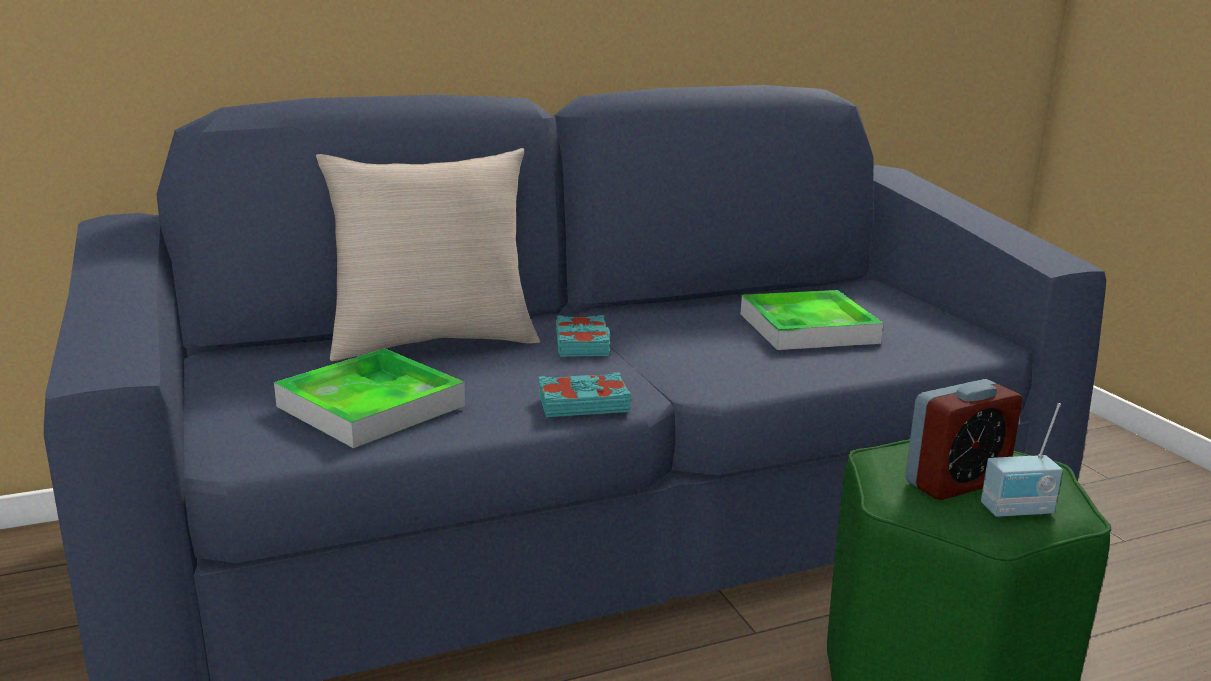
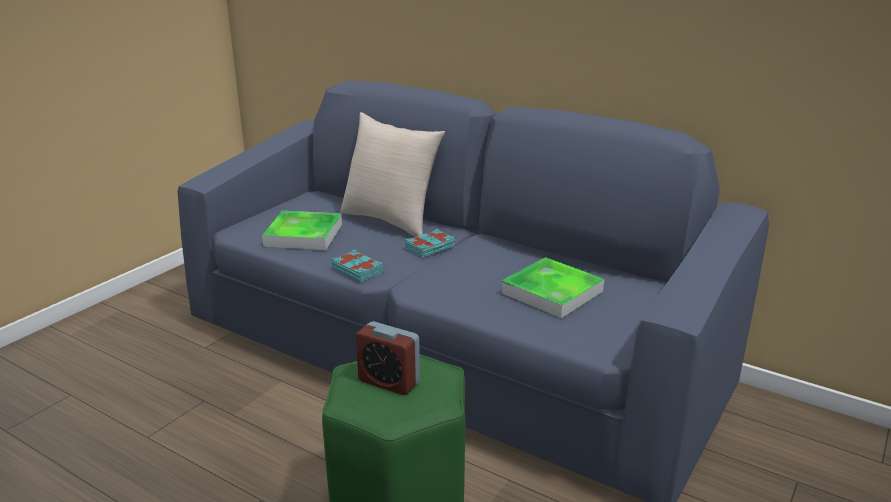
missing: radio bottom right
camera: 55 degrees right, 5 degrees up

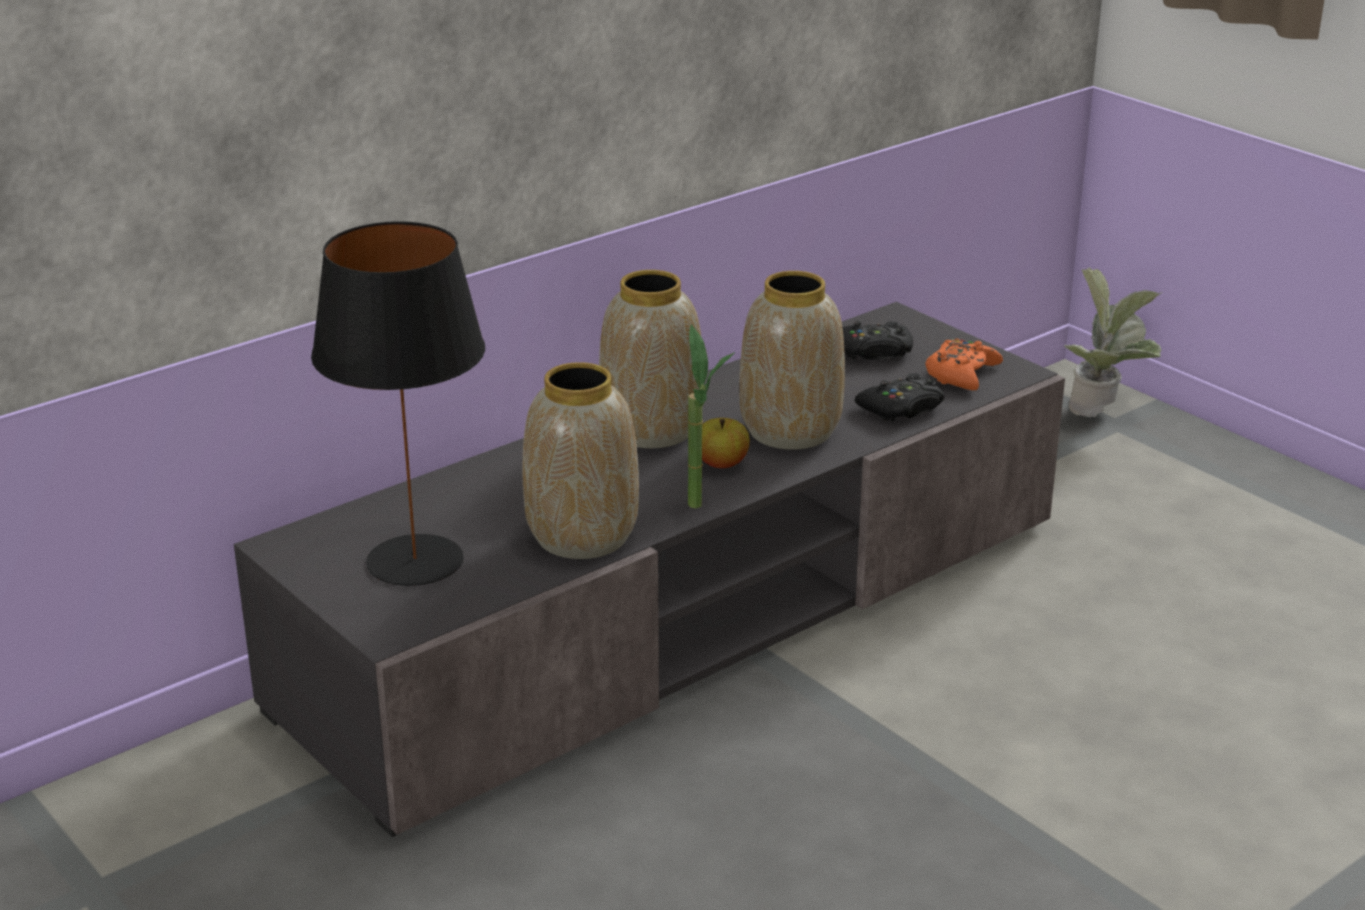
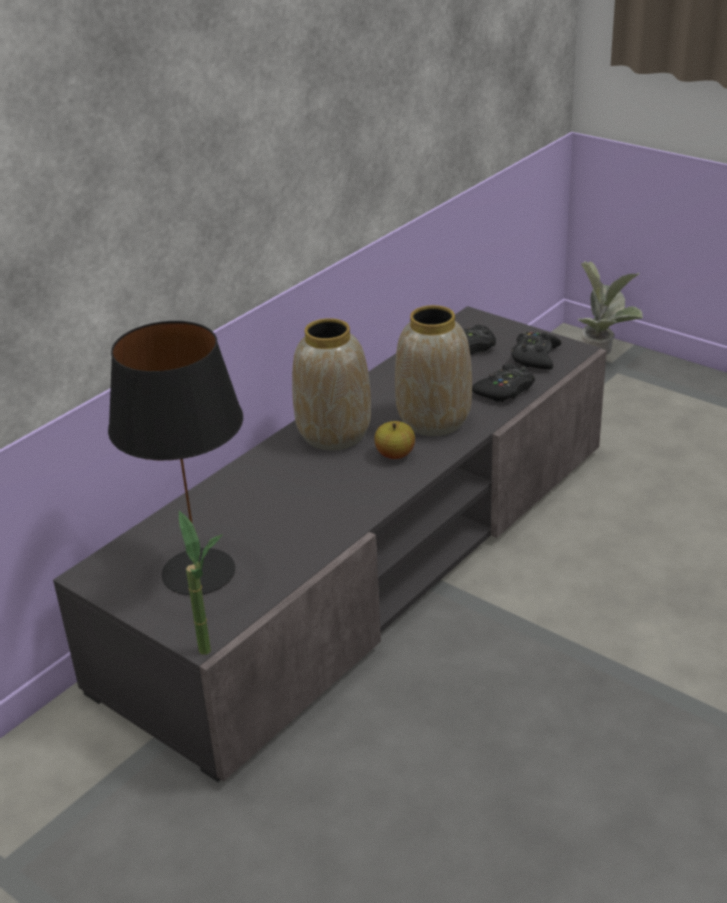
missing: vase (no. 1 from left) centre
relocated: potted plant (no. 1 from left) centre to middle left
colour: orange game controller middle right to black game controller (no. 3 from left) middle right
camera: 10 degrees left, 5 degrees up

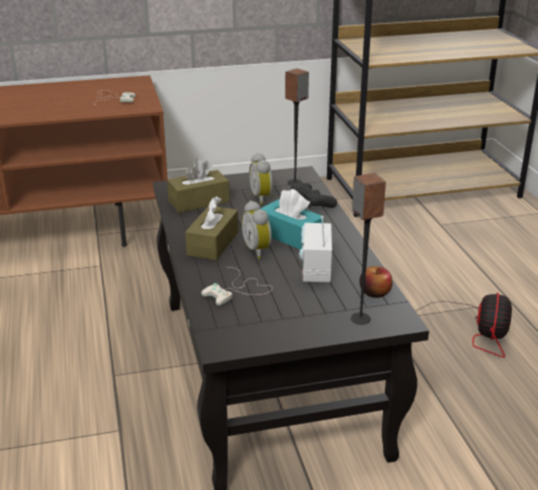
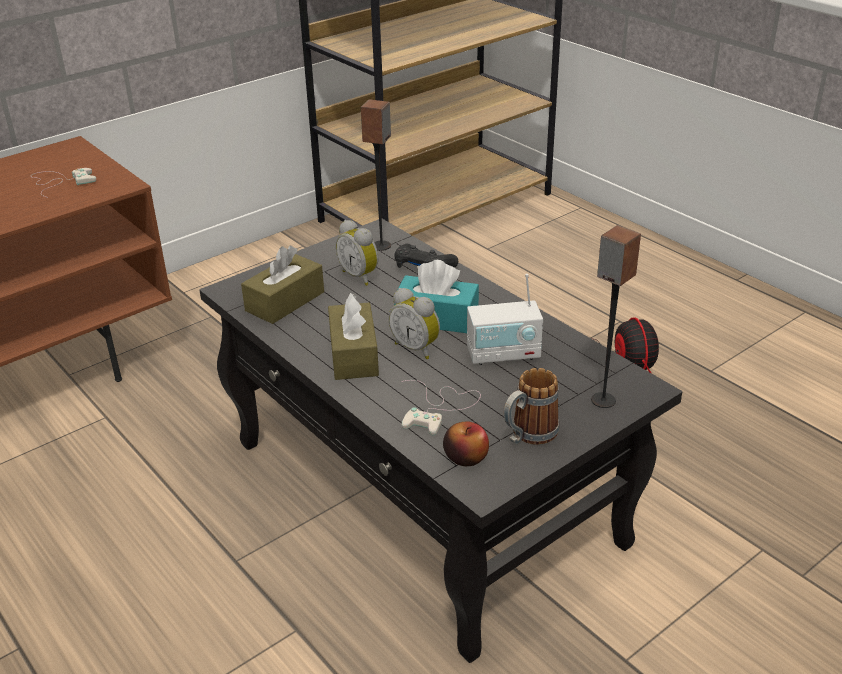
appeared: mug centre
relocated: apple middle right to centre
spun: radio centre = centre 75 degrees counterclockwise
camera: 25 degrees left, 5 degrees up

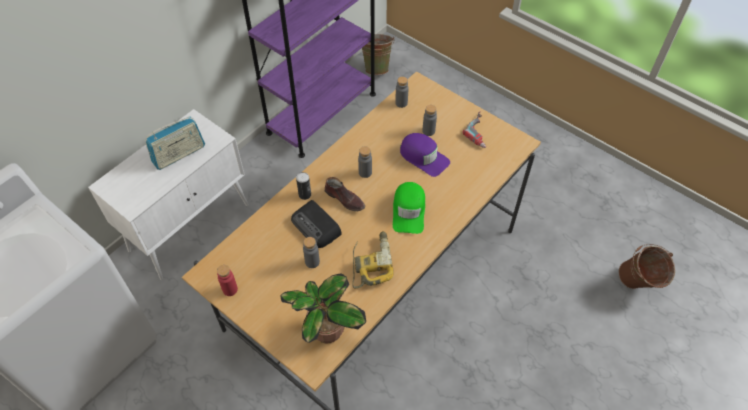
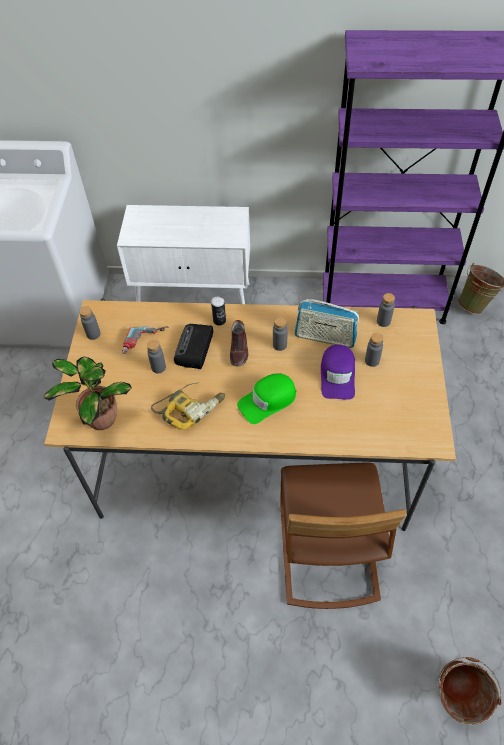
appeared: brown chair bottom right
relocated: radio (no. 1 from left in the first image) middle left to radio (no. 2 from left) centre; power drill (no. 2 from left in the first image) top centre to power drill (no. 1 from left) middle left
colour: red bottle bottom left to grey bottle (no. 1 from left) middle left
camera: 55 degrees right, 0 degrees up

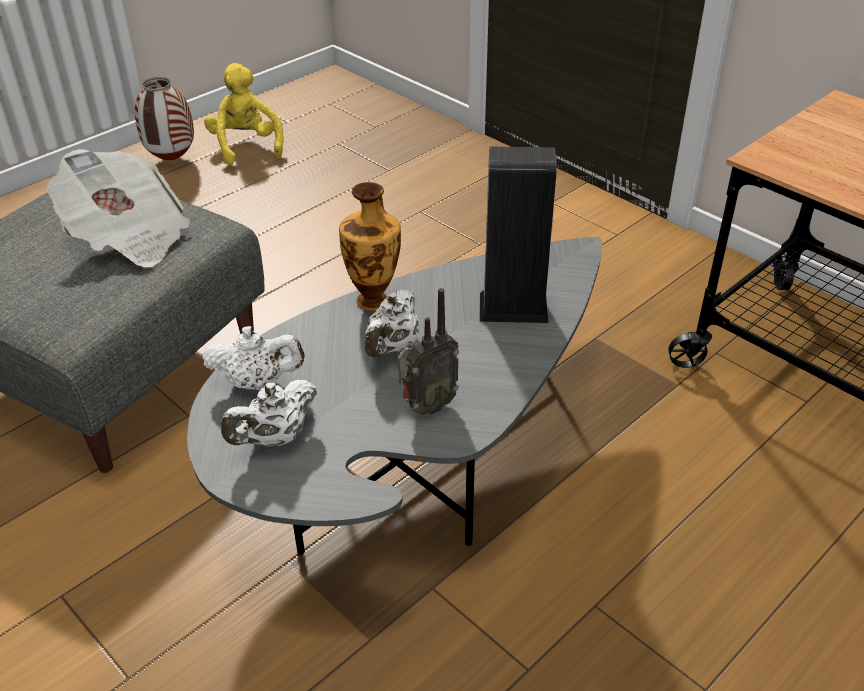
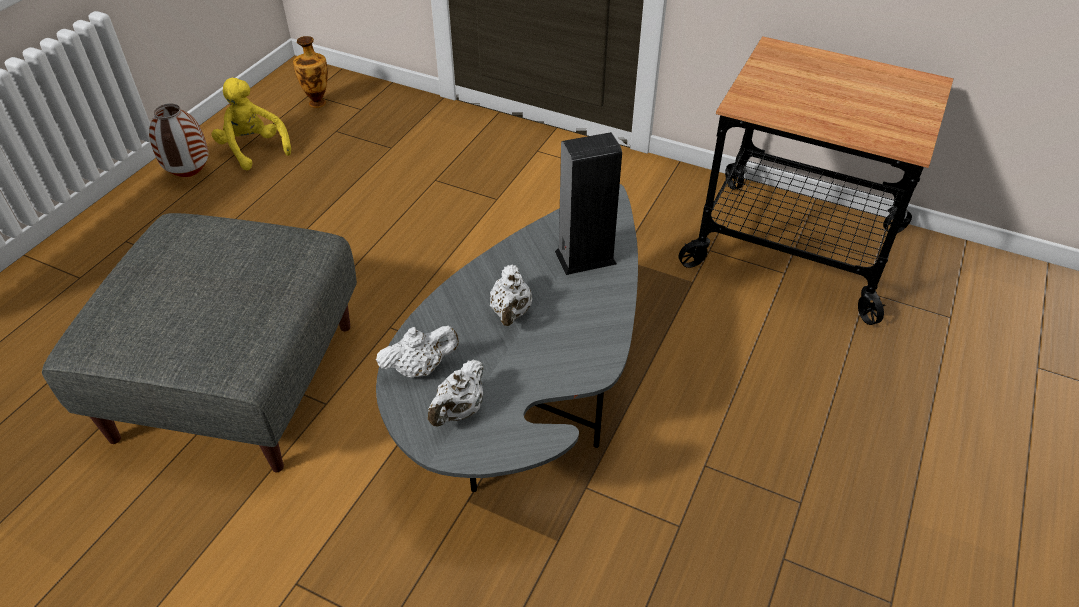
missing: newspaper top left; radio centre
relocated: vase (no. 2 from left) centre to top left
camera: 20 degrees left, 5 degrees up

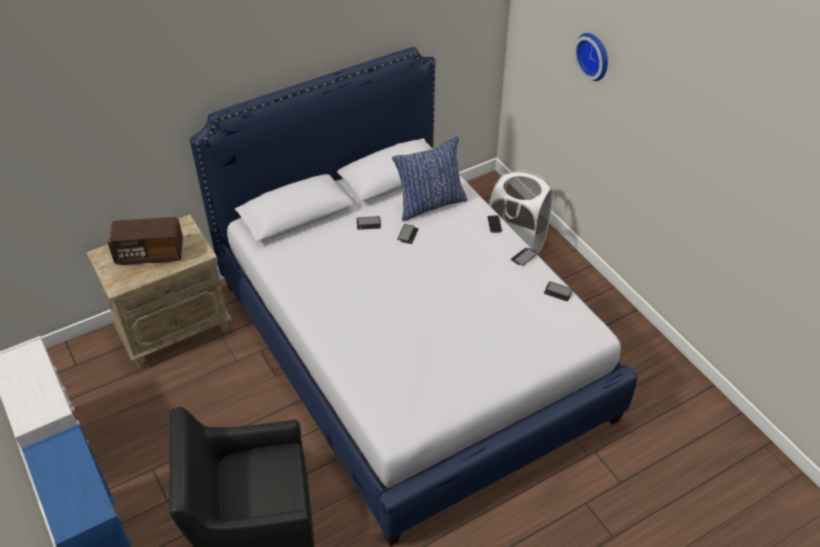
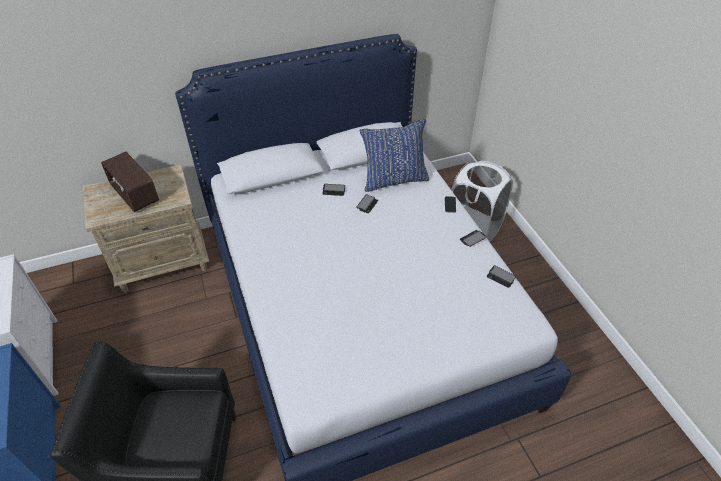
missing: wall clock top right
spun: radio middle left = middle left 45 degrees clockwise
camera: 10 degrees right, 0 degrees up

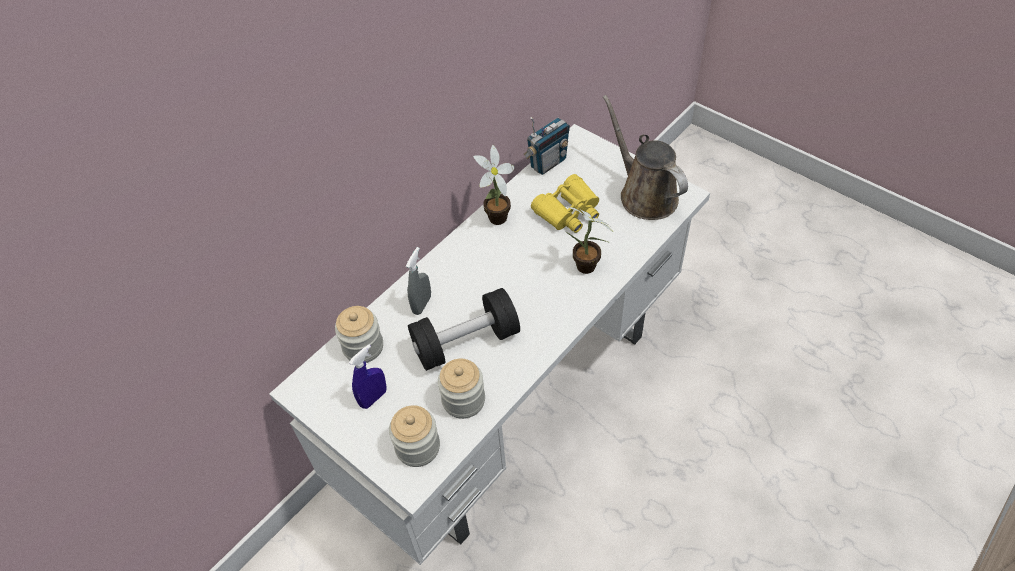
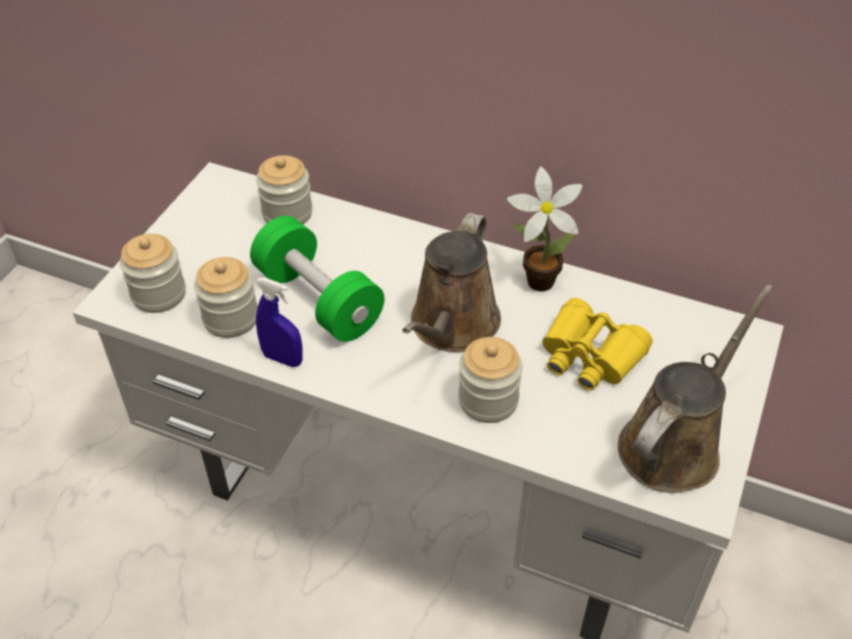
missing: grey spray bottle centre; radio top centre
appeared: brown watering can (no. 1 from left) centre
relocated: blue spray bottle centre to middle left
exchanged: potted plant (no. 2 from left) centre to jar (no. 4 from left) centre
colour: black dumbbell centre to green dumbbell centre
camera: 70 degrees right, 5 degrees down

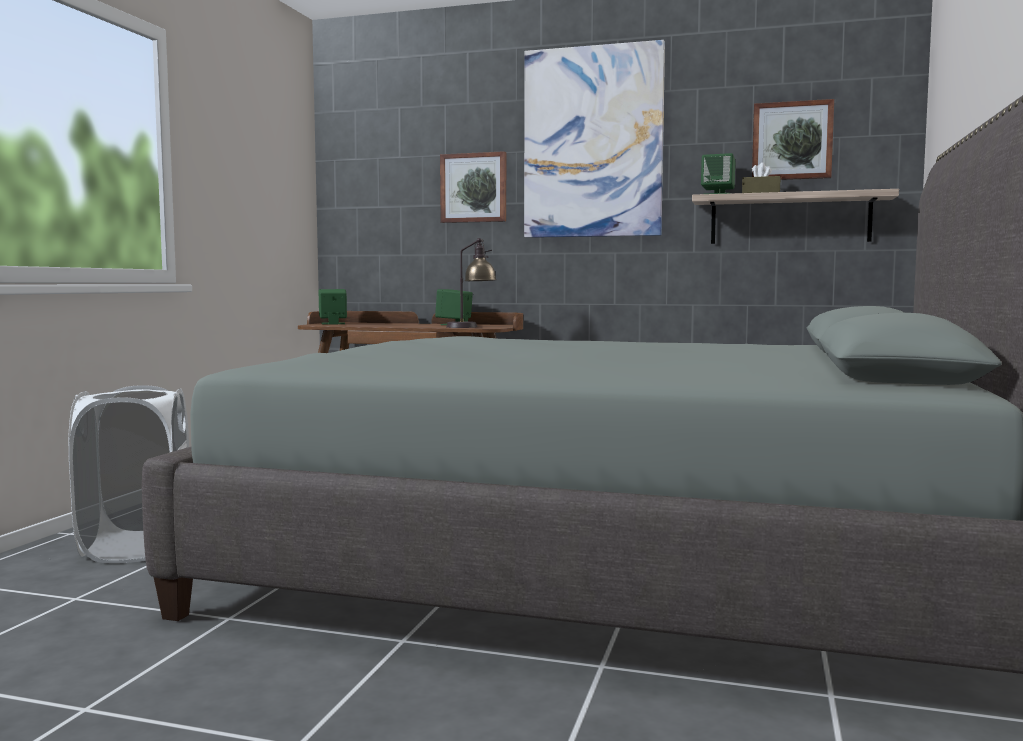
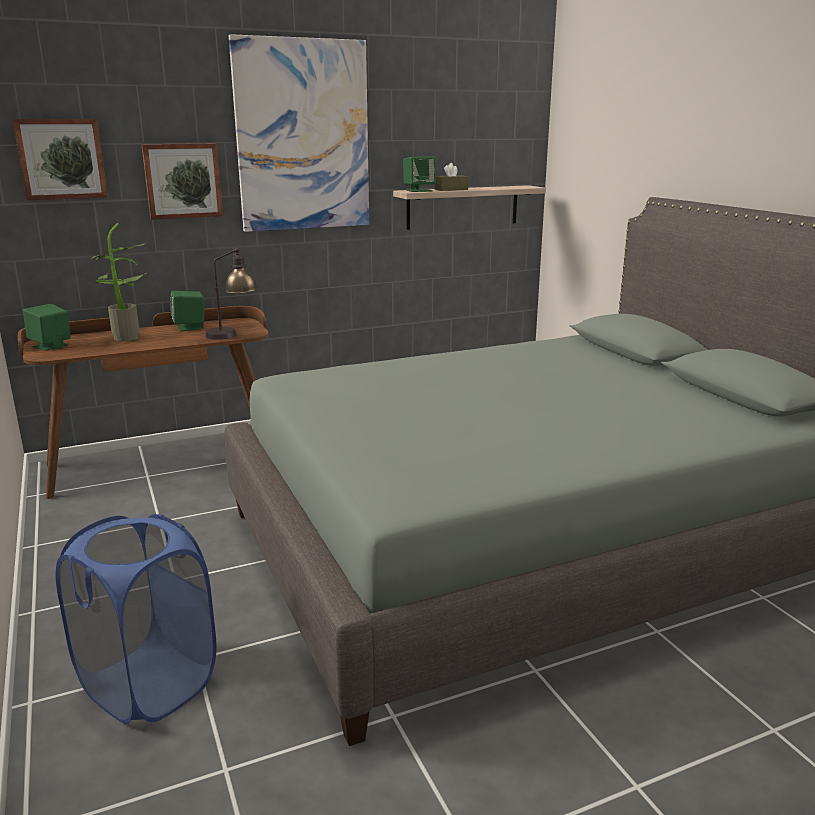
appeared: potted plant middle left
relocated: picture (no. 3 from left in the first image) top right to picture (no. 1 from left) top left
colour: white laundry basket middle left to blue laundry basket bottom left
camera: 40 degrees left, 15 degrees up

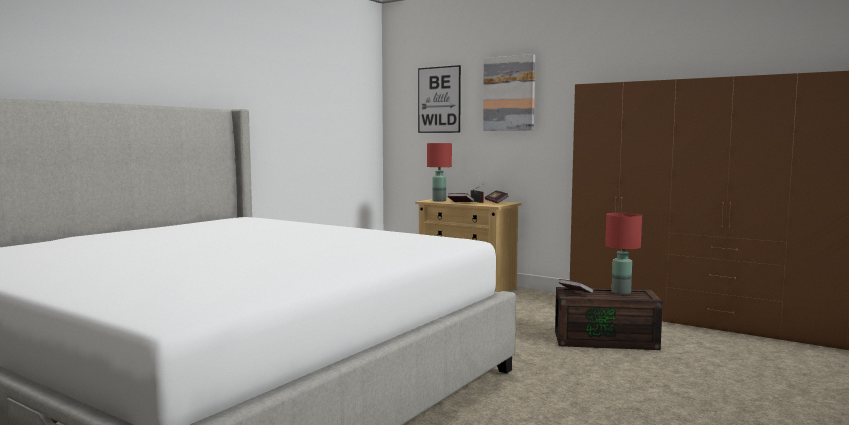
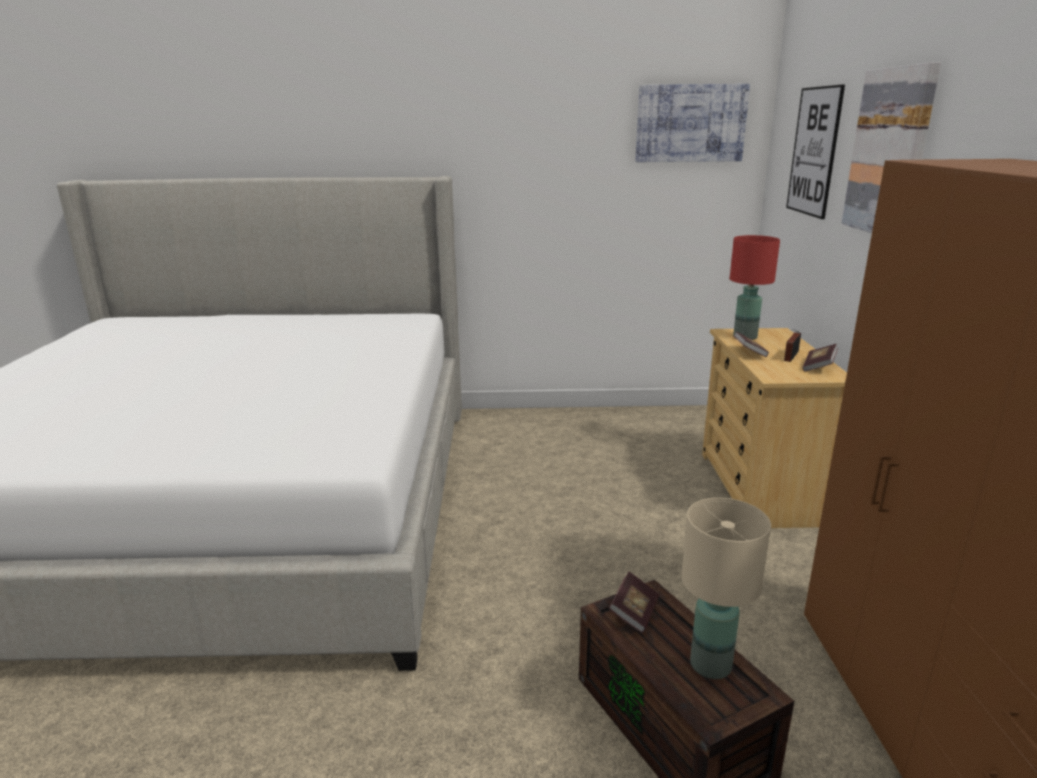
appeared: picture (no. 1 from left) top right
colour: red table lamp (no. 2 from left) middle right to beige table lamp bottom right
camera: 55 degrees right, 15 degrees up

